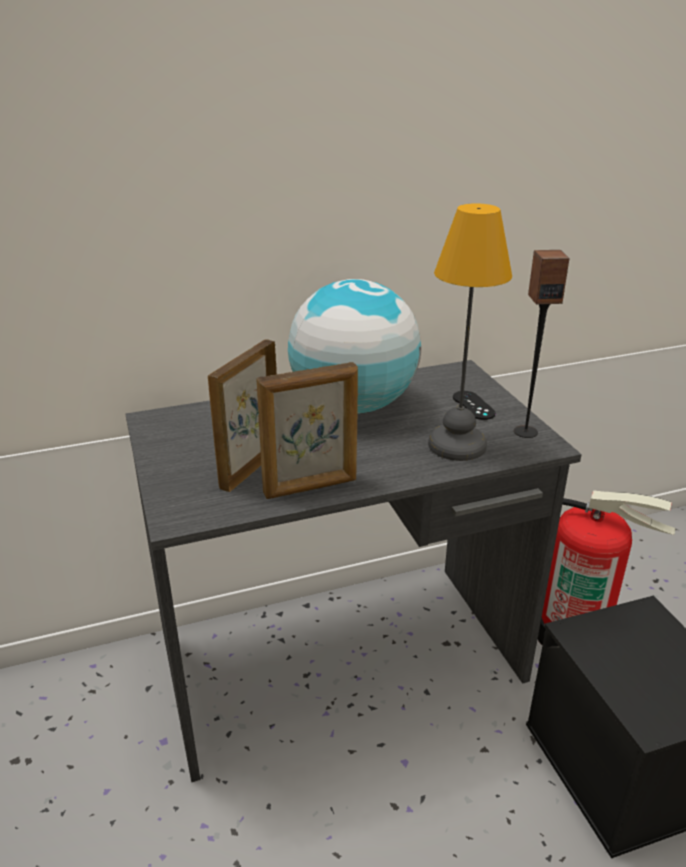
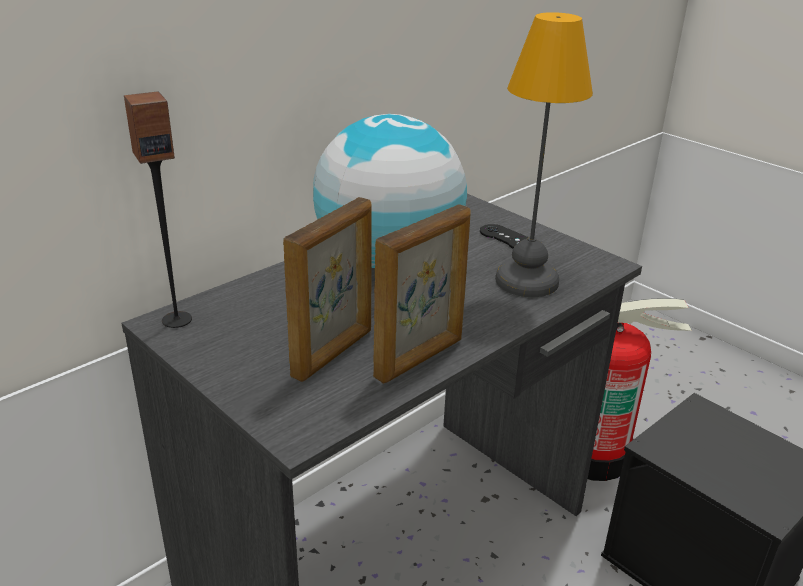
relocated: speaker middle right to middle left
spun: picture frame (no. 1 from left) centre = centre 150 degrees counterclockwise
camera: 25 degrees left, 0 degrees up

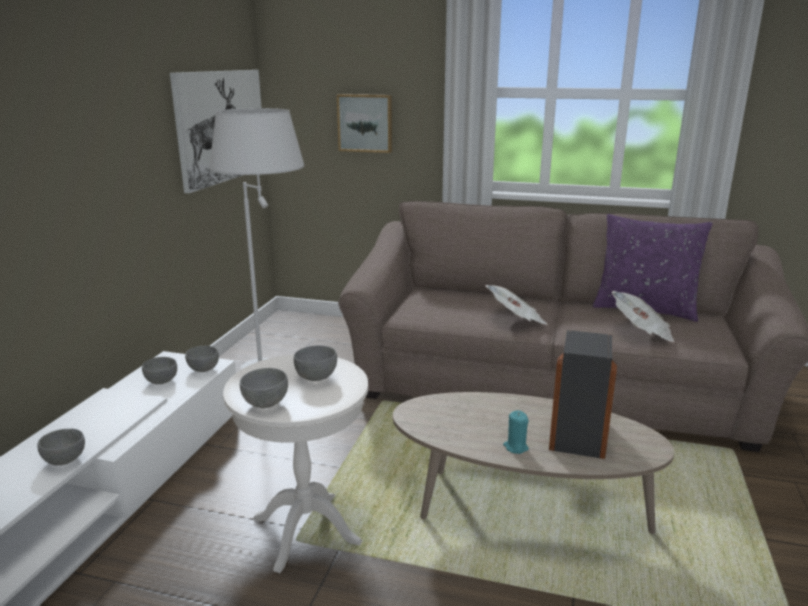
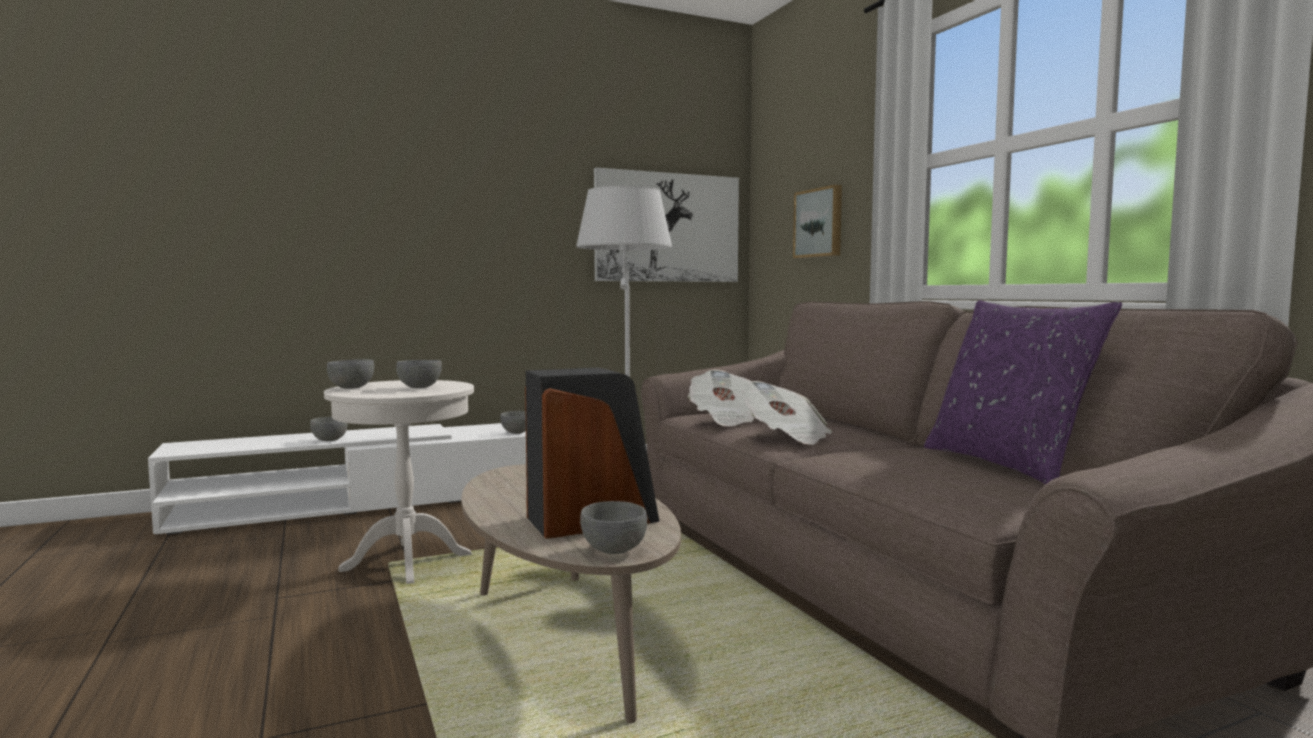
missing: turquoise candle bottom centre
relocated: grey bowl (no. 2 from left in the first image) middle left to grey bowl (no. 5 from left) bottom centre; newspaper (no. 2 from left in the first image) middle right to newspaper (no. 1 from left) centre
camera: 50 degrees right, 15 degrees down

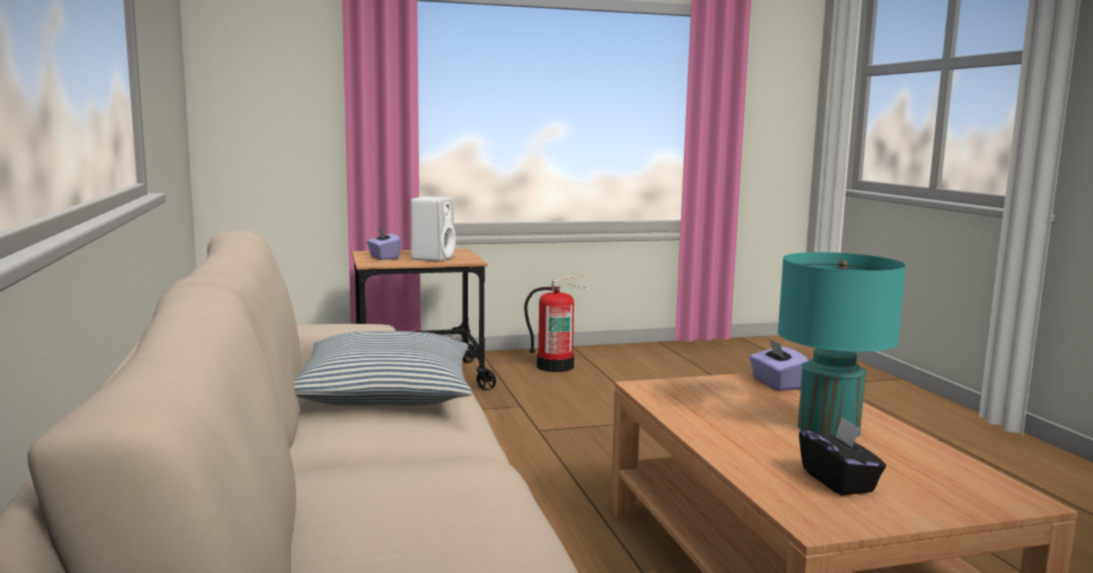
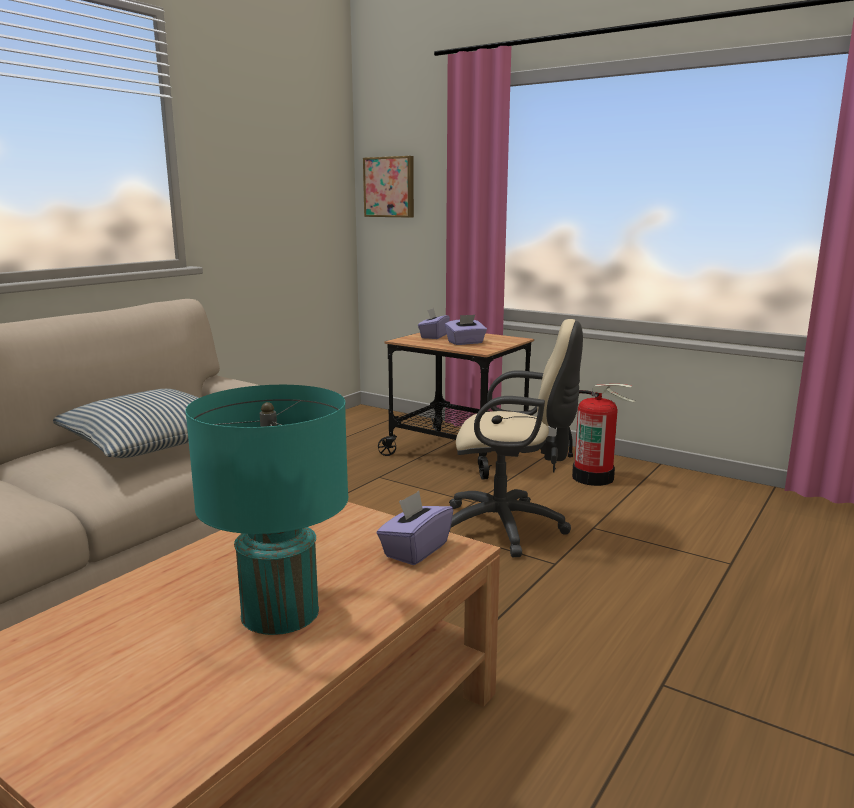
missing: black tissue box bottom right
appeared: picture top centre; beige office chair centre
exchanged: white speaker centre to purple tissue box (no. 3 from left) centre
camera: 50 degrees right, 5 degrees up

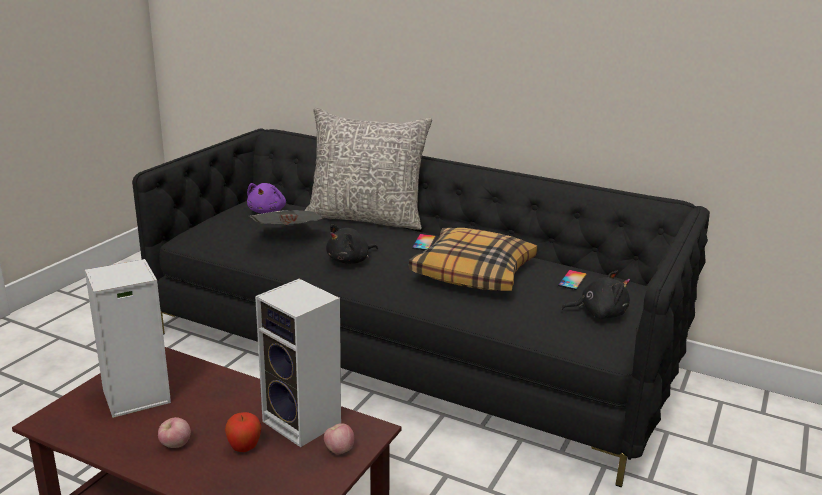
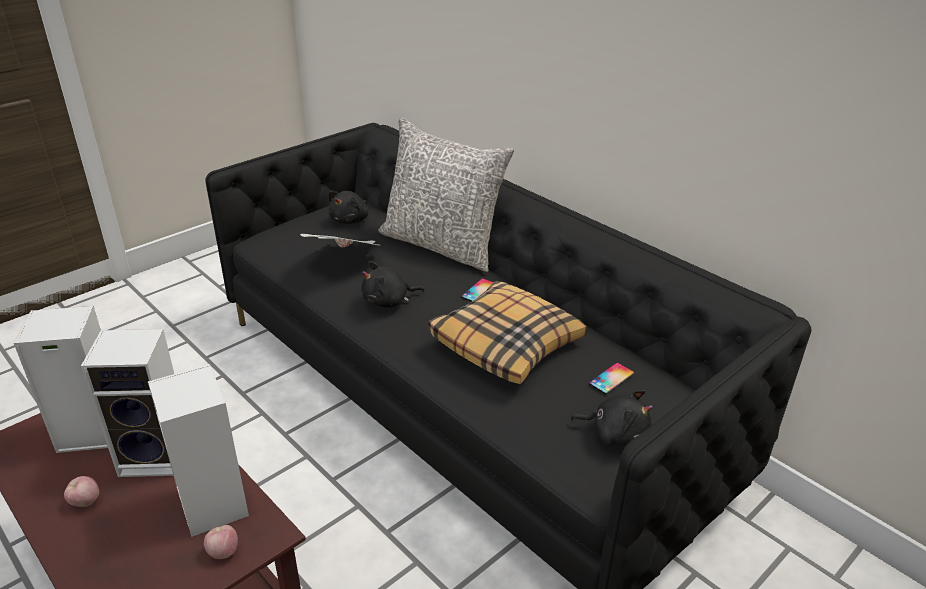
missing: apple (no. 2 from left) bottom left
appeared: speaker (no. 2 from left) bottom left
colour: purple plush toy middle left to black plush toy (no. 1 from left) centre
camera: 20 degrees right, 10 degrees up

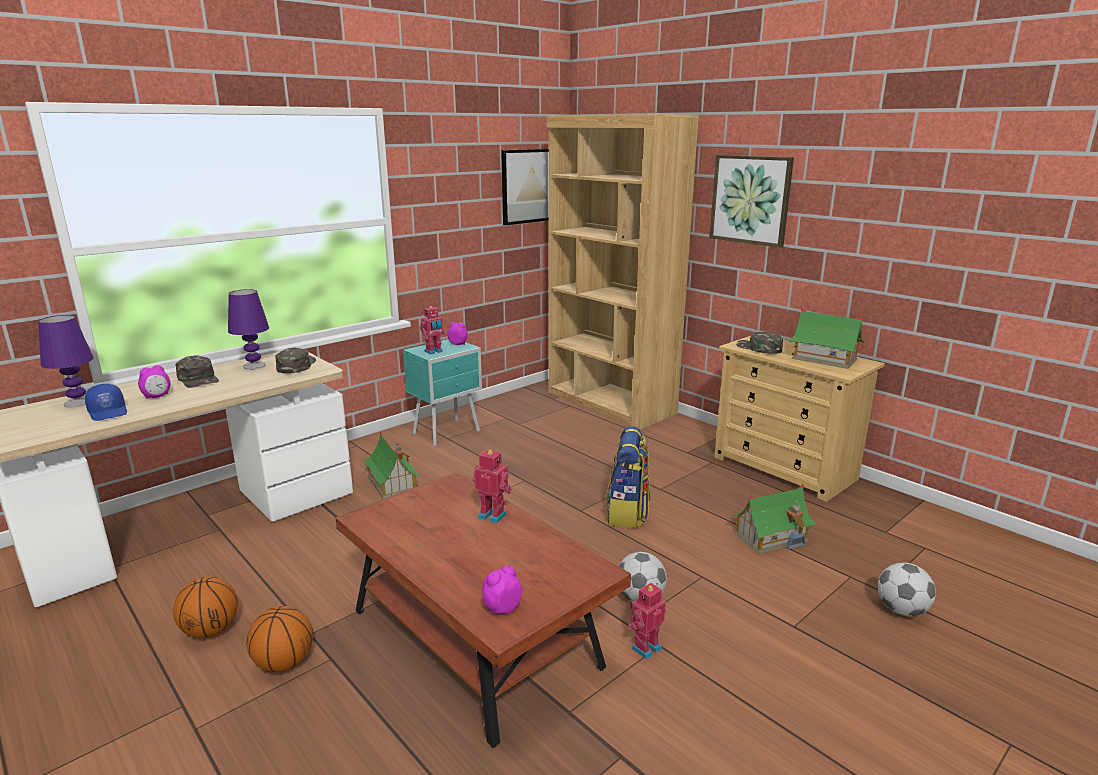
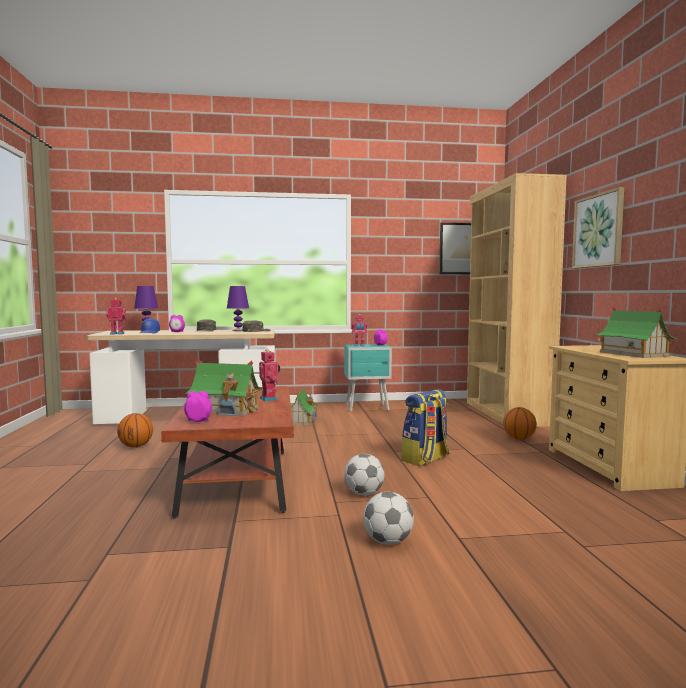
missing: green cap (no. 3 from left) middle right
relocated: basketball (no. 2 from left) bottom left to middle right; toy robot (no. 3 from left in the first image) bottom centre to toy robot (no. 1 from left) middle left; toy house (no. 2 from left in the first image) bottom right to toy house (no. 1 from left) middle left; football (no. 2 from left) bottom right to bottom centre
camera: 35 degrees right, 15 degrees down

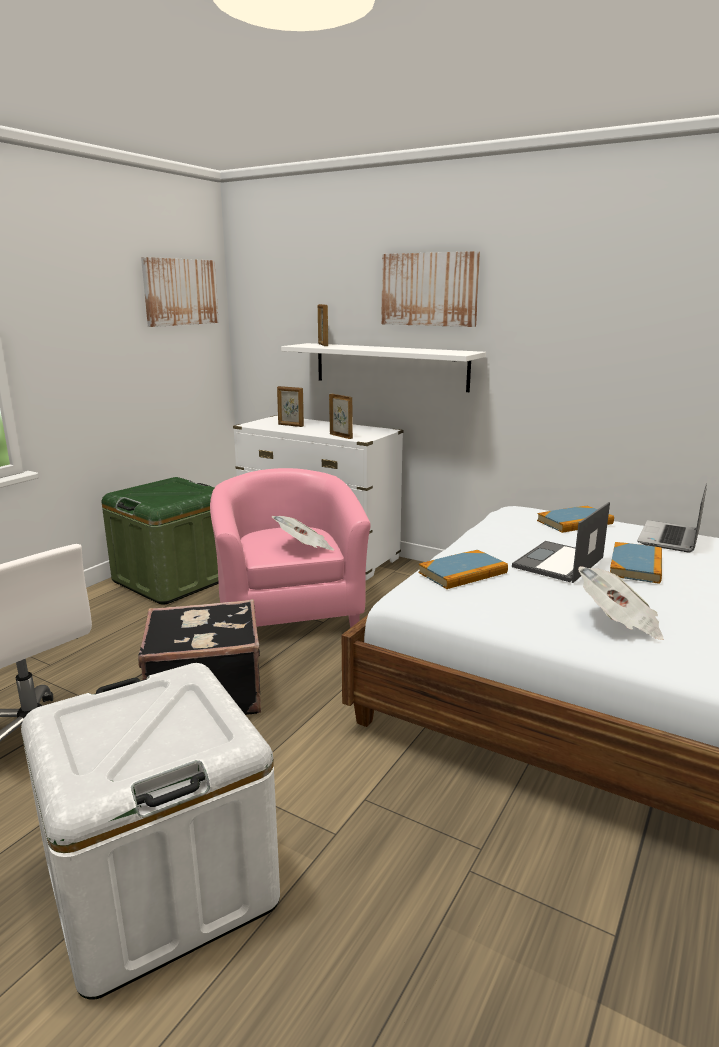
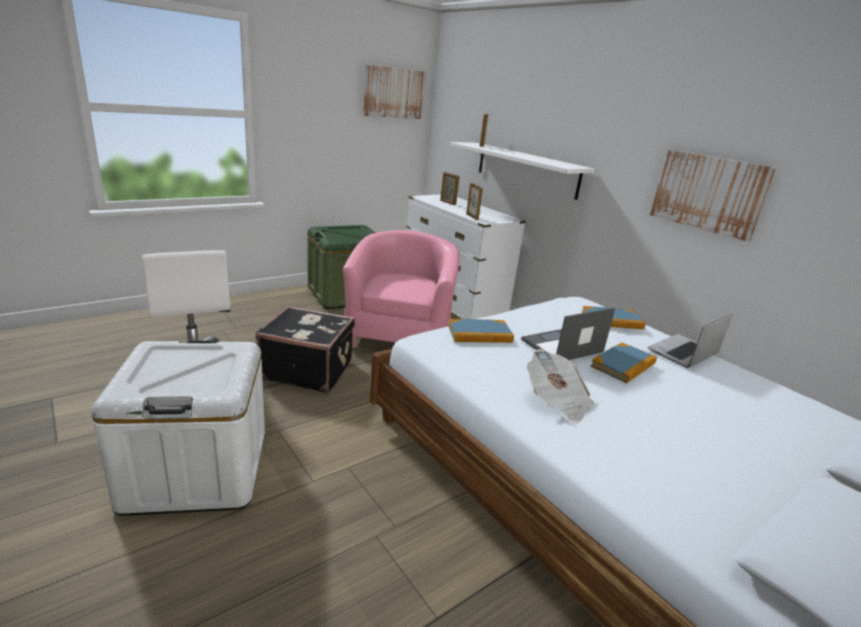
missing: newspaper (no. 1 from left) centre
relocated: picture (no. 2 from left) top centre to top right
camera: 20 degrees right, 5 degrees up

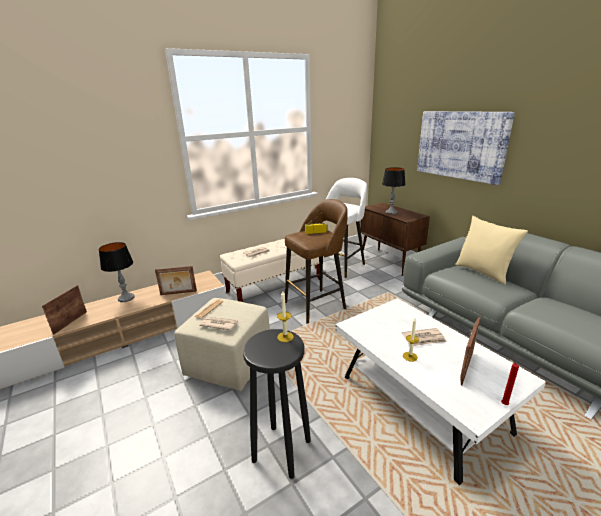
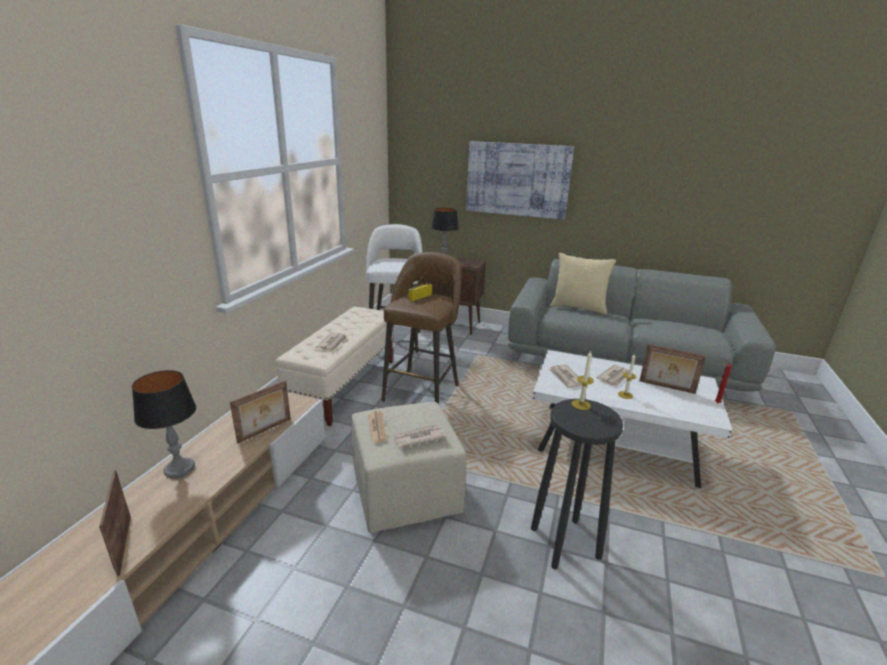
appeared: newspaper (no. 4 from left) centre
spun: picture frame (no. 3 from left) bottom right = middle right 60 degrees counterclockwise
camera: 40 degrees left, 0 degrees up

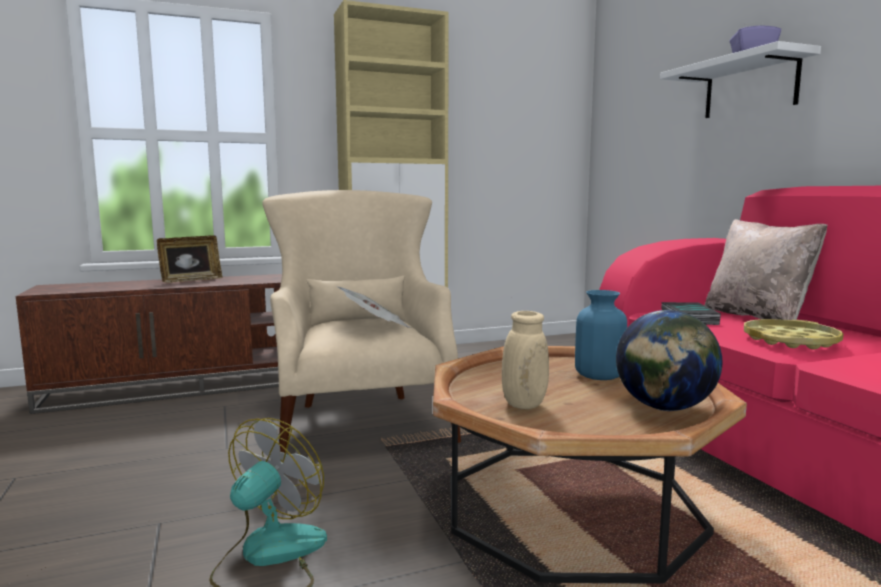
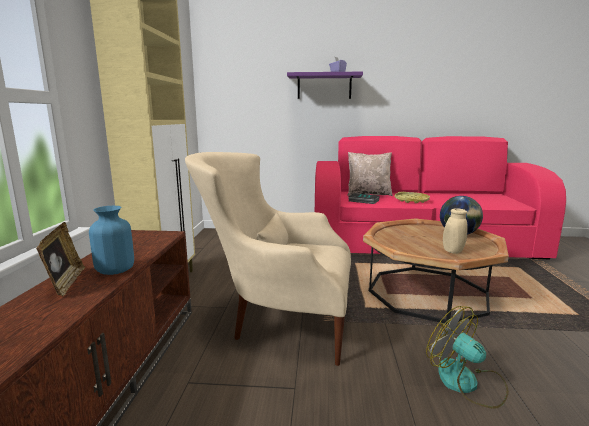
missing: newspaper centre
relocated: blue vase middle right to middle left
colour: white shelf top right to purple shelf top centre
camera: 65 degrees left, 5 degrees up

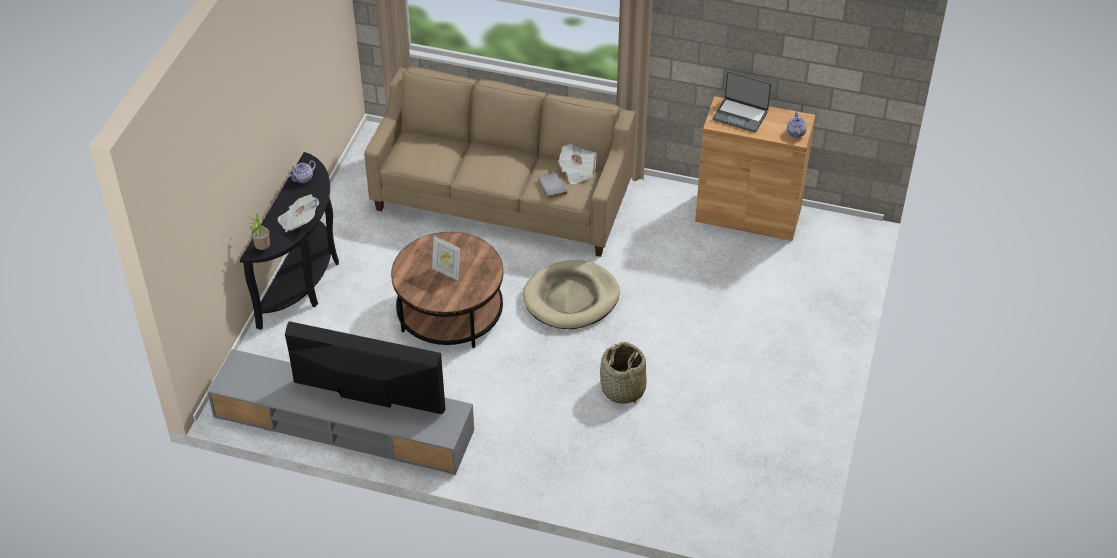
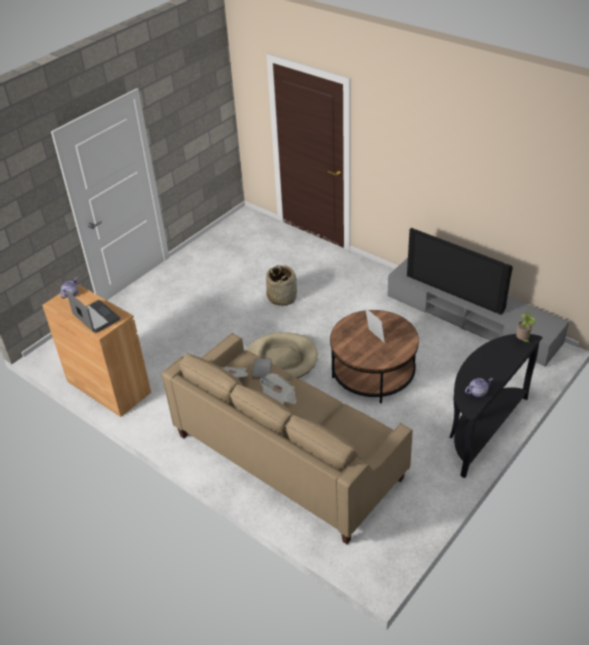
relocated: newspaper (no. 1 from left in the first image) middle left to newspaper (no. 2 from left) centre
camera: 155 degrees left, 5 degrees down

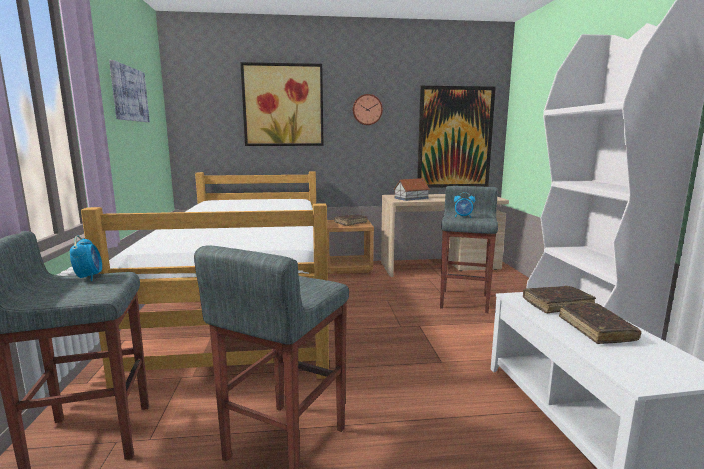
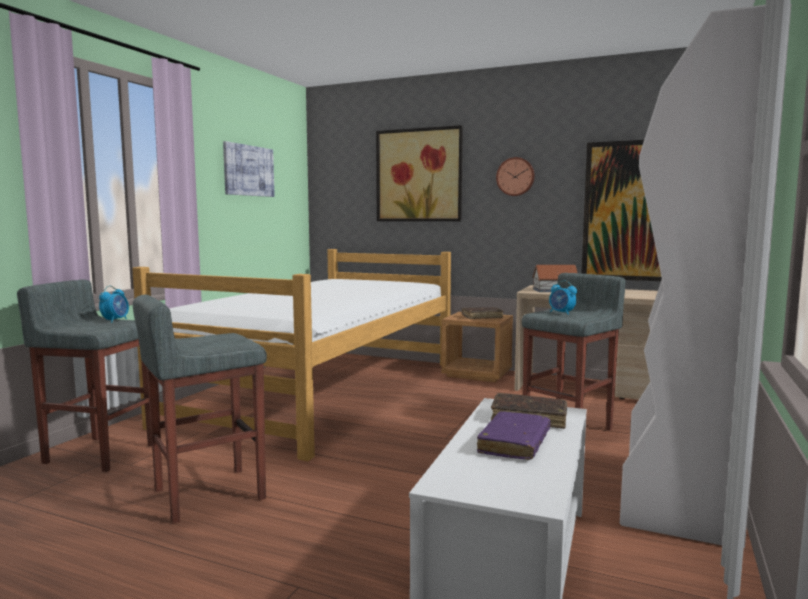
colour: brown book (no. 3 from left) bottom right to purple book bottom centre
camera: 30 degrees right, 5 degrees down

